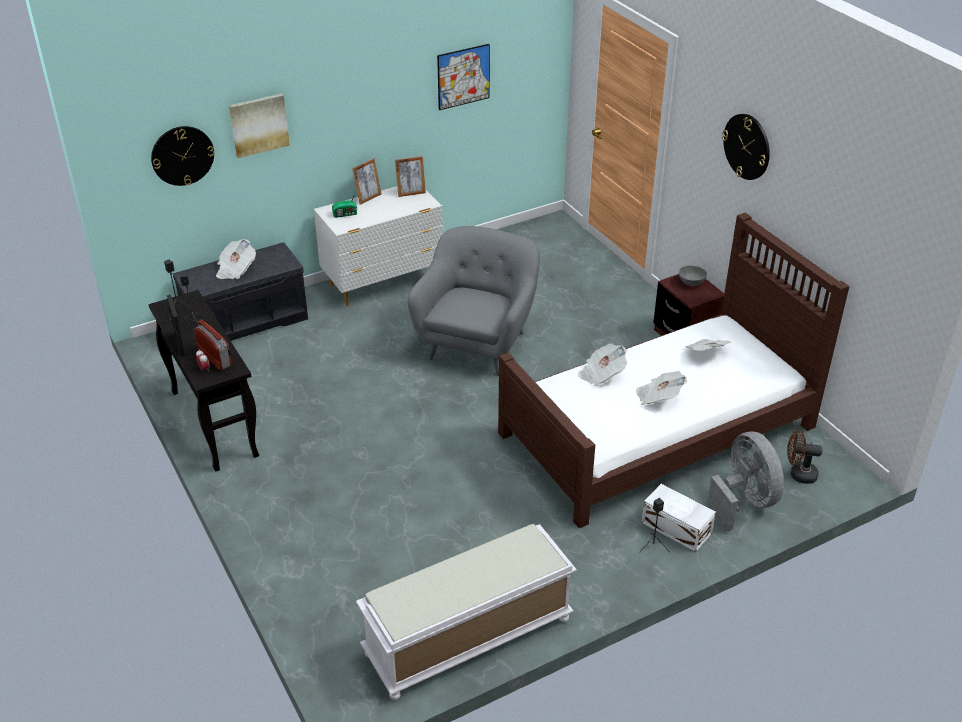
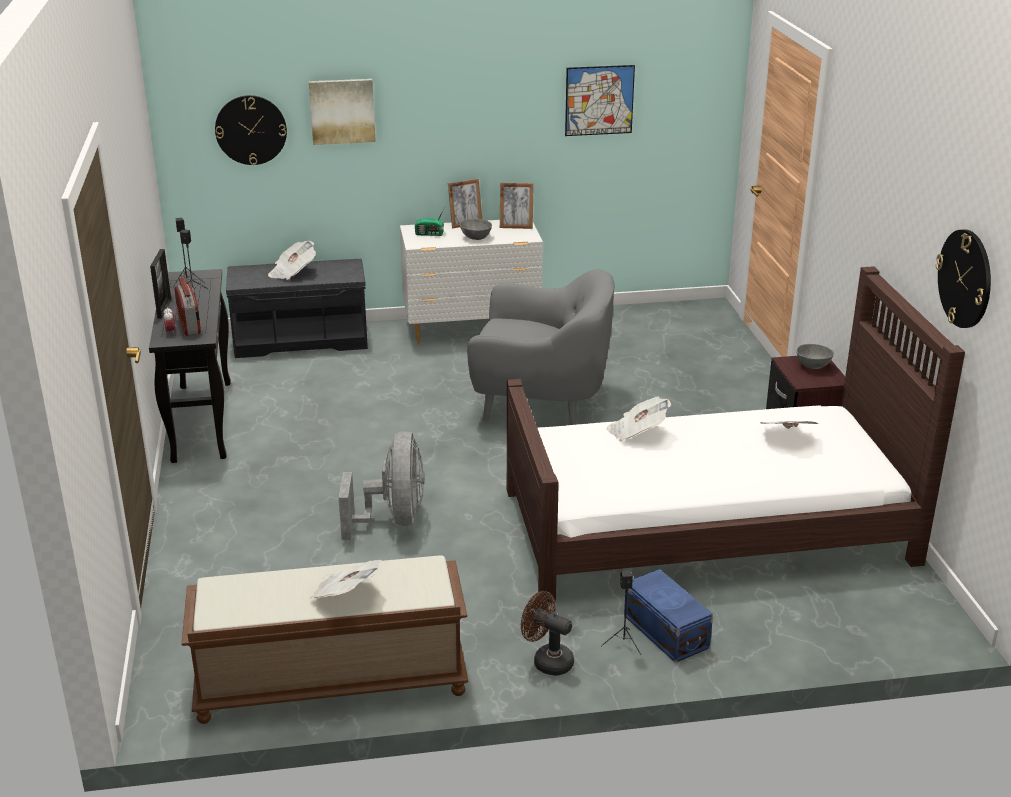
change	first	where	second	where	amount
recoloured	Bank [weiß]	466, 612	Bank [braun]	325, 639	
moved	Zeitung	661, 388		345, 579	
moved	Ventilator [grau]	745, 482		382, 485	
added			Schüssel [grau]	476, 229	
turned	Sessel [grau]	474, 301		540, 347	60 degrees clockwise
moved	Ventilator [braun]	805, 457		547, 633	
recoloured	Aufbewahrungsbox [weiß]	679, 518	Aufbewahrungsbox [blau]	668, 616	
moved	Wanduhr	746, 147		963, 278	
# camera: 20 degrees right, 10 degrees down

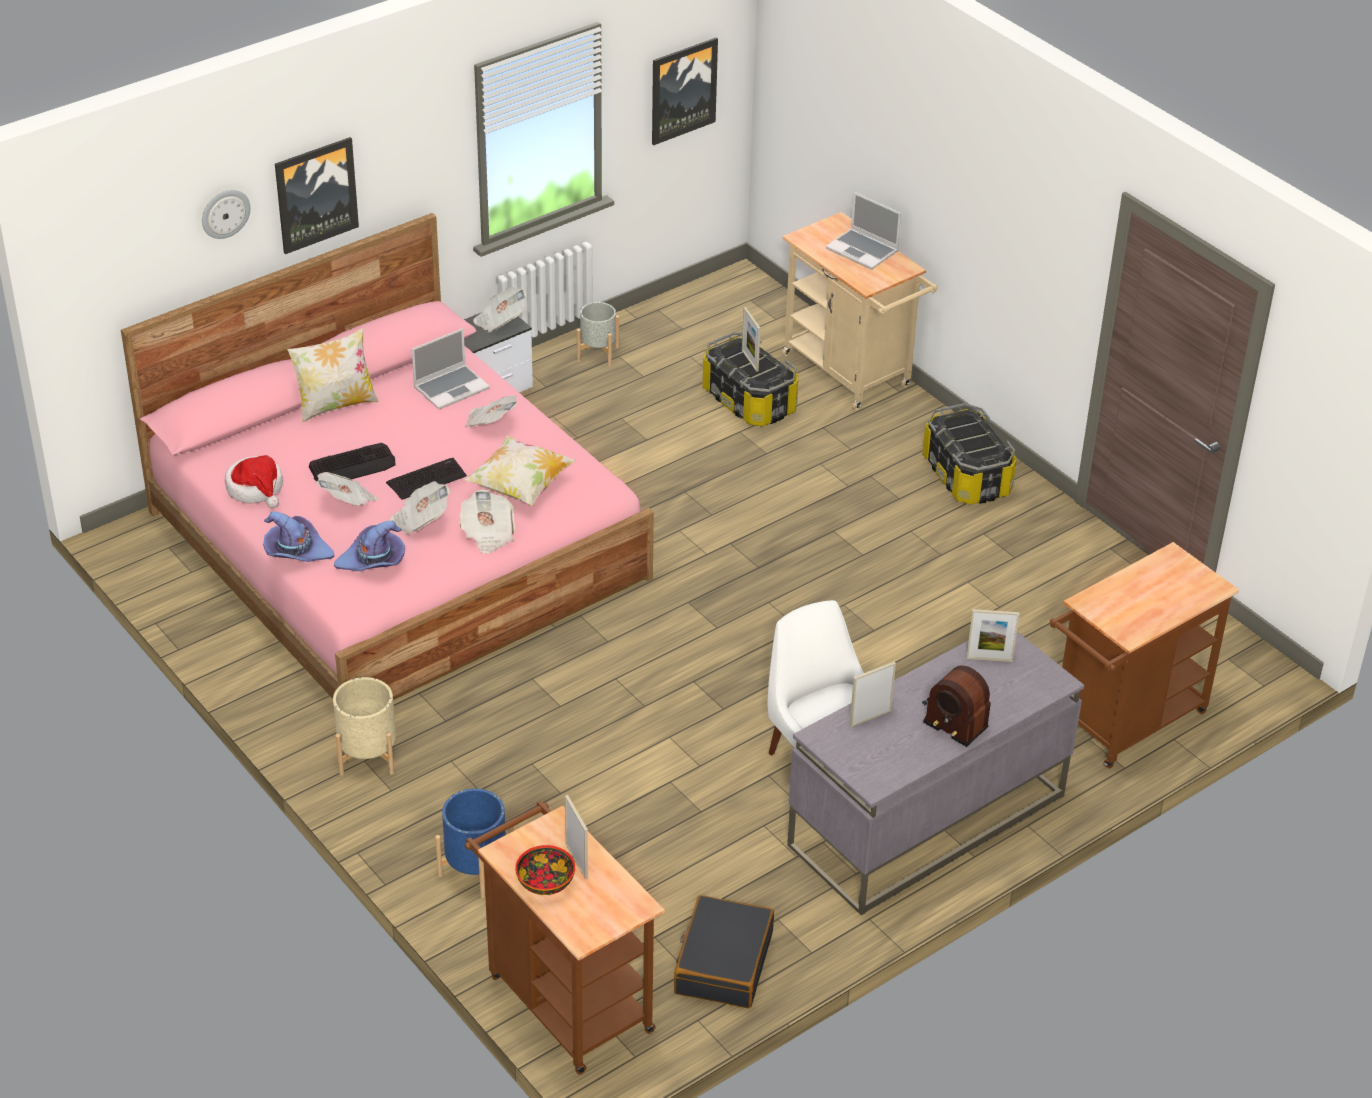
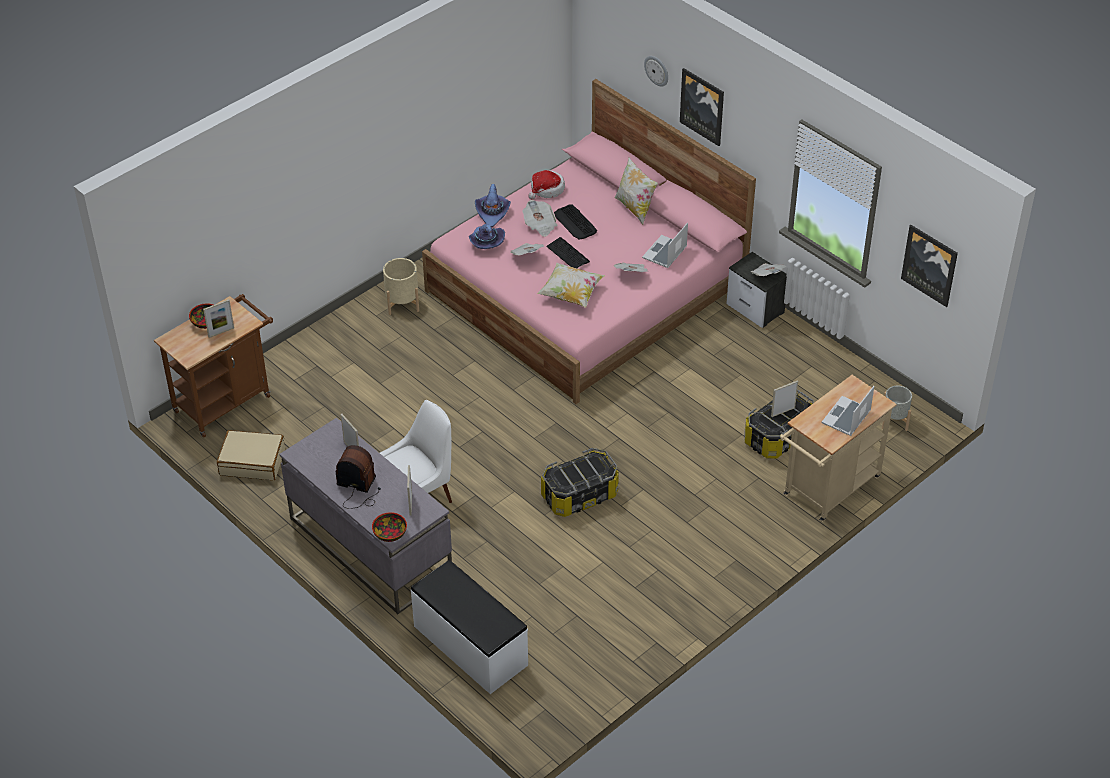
change	first	where	second	where	amount
recoloured	Koffer [schwarz]	724, 951	Koffer [beige]	251, 455	
turned	Radio	956, 706		358, 477	75 degrees clockwise
added			Schüssel	389, 527	
replaced	Rollwagen [braun]	1144, 655	Bank [weiß]	469, 627	
moved	Aufbewahrungsbox	969, 453		580, 482	
turned	Laptop	451, 368		665, 245	75 degrees clockwise
moved	Pflanzkübel [grau]	598, 334		897, 408	
removed	Pflanzkübel [blau]	474, 843			
removed	Zeitung	487, 521			
# camera: 85 degrees right, 5 degrees up

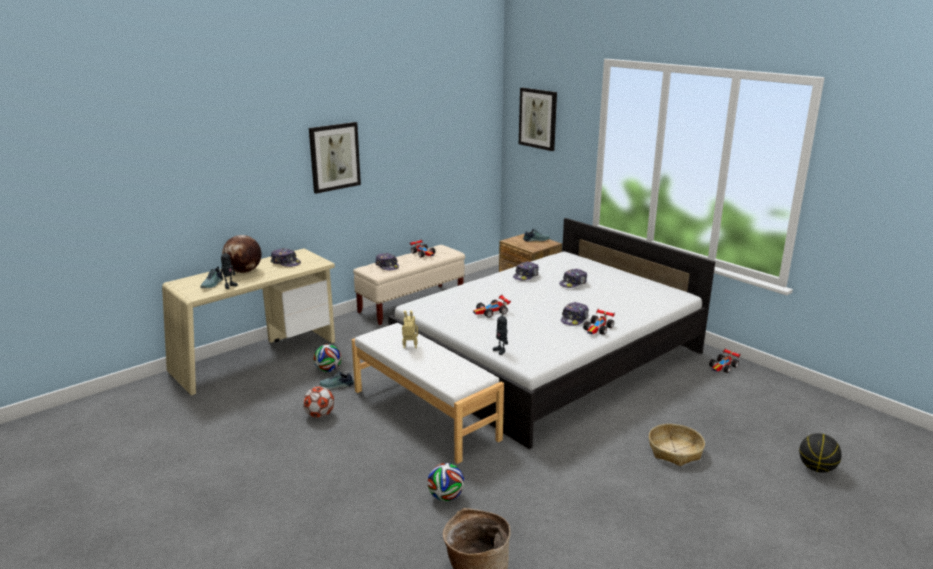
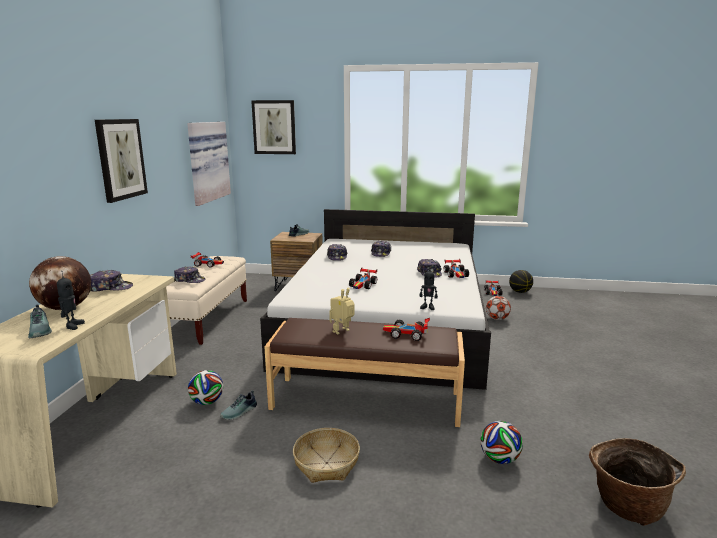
change	first	where	second	where	amount
added			Bild	209, 164	
recoloured	Bank [weiß]	428, 393	Bank [braun]	364, 372	
moved	Korb	677, 445		326, 455	
added			Spielzeugauto	406, 329	
moved	Fußball	318, 402		498, 308	
moved	Basketball	820, 453		521, 281	
# camera: 40 degrees left, 5 degrees down

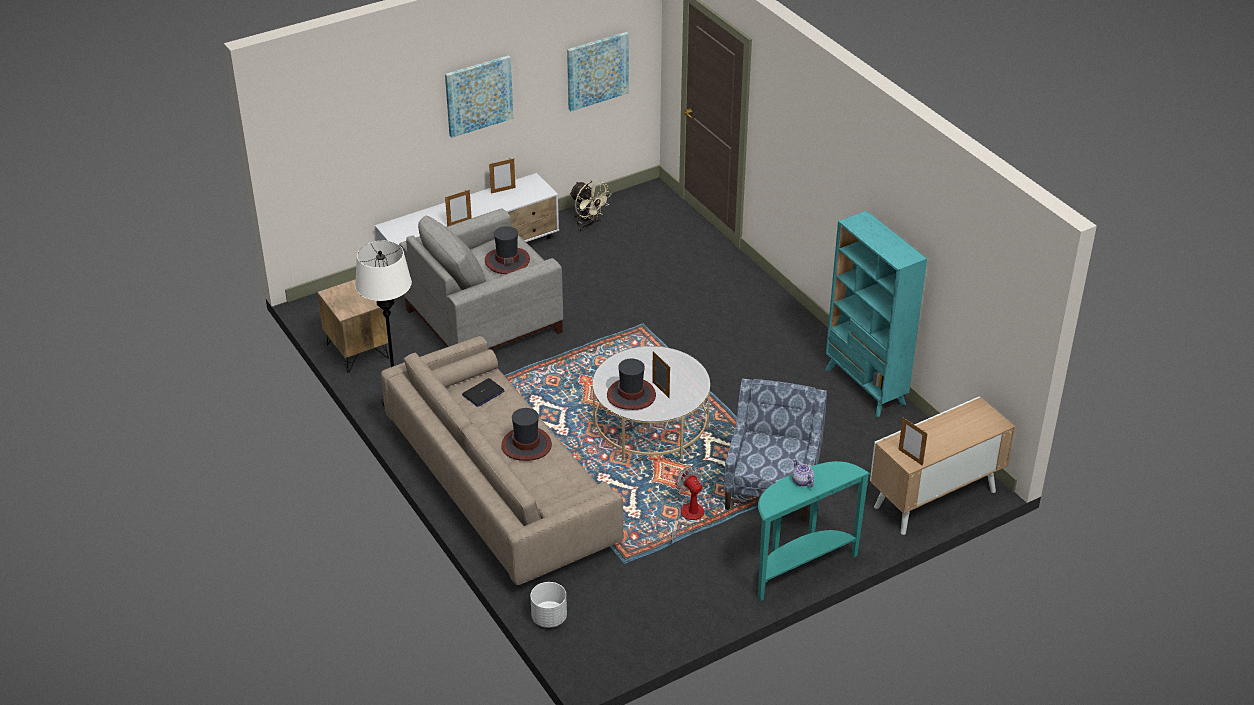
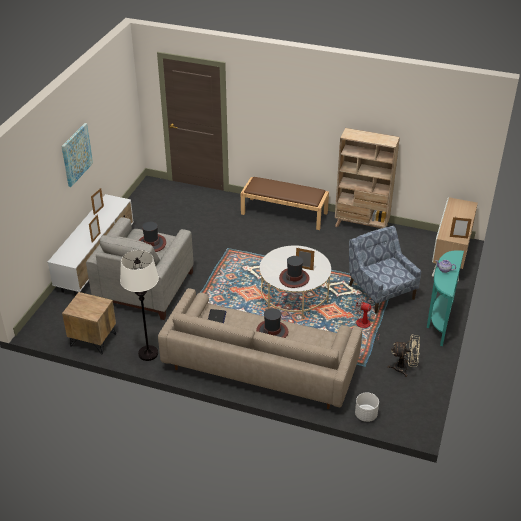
change	first	where	second	where	amount
added			Bank [braun]	284, 203	
recoloured	Bücherregal [türkis]	876, 314	Bücherregal [beige]	367, 178	
moved	Ventilator [beige]	590, 206		404, 355	
removed	Bild	598, 71			
# camera: 40 degrees left, 0 degrees up

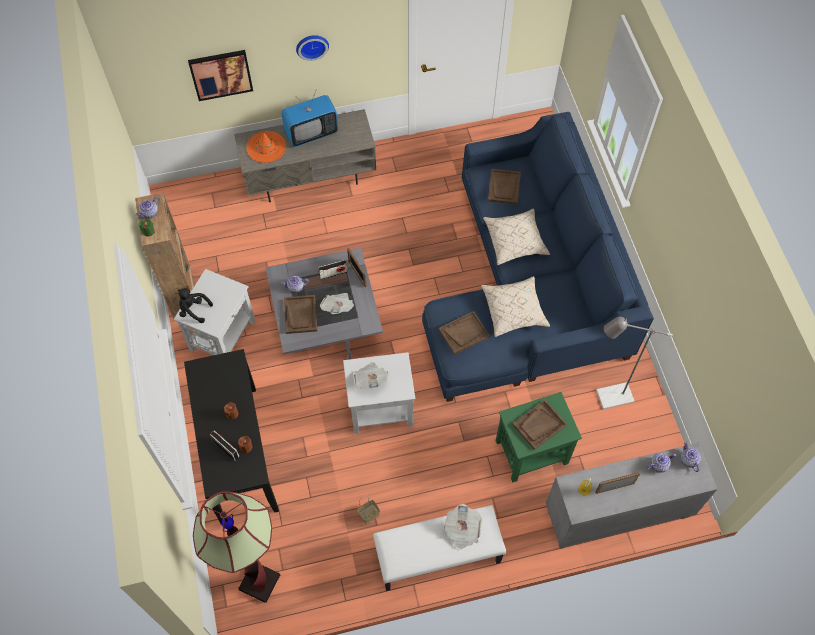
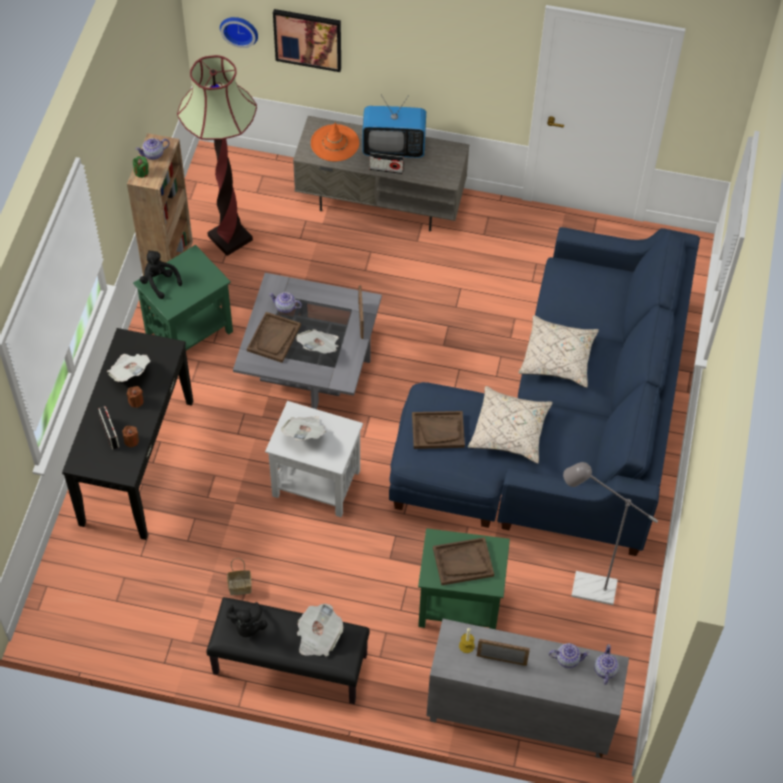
change	first	where	second	where	amount
added			Zeitung	128, 368	
recoloured	Beistelltisch [weiß]	214, 312	Beistelltisch [grün]	183, 297	
moved	Stehlampe	236, 547		217, 155	
recoloured	Bank [weiß]	439, 548	Bank [schwarz]	288, 650	
moved	Wanduhr	312, 48		239, 32	
added			Plüschtier [schwarz]	246, 619	
moved	Radio	333, 270		386, 163	
removed	Tablett [braun]	504, 187			
# camera: 25 degrees right, 5 degrees down

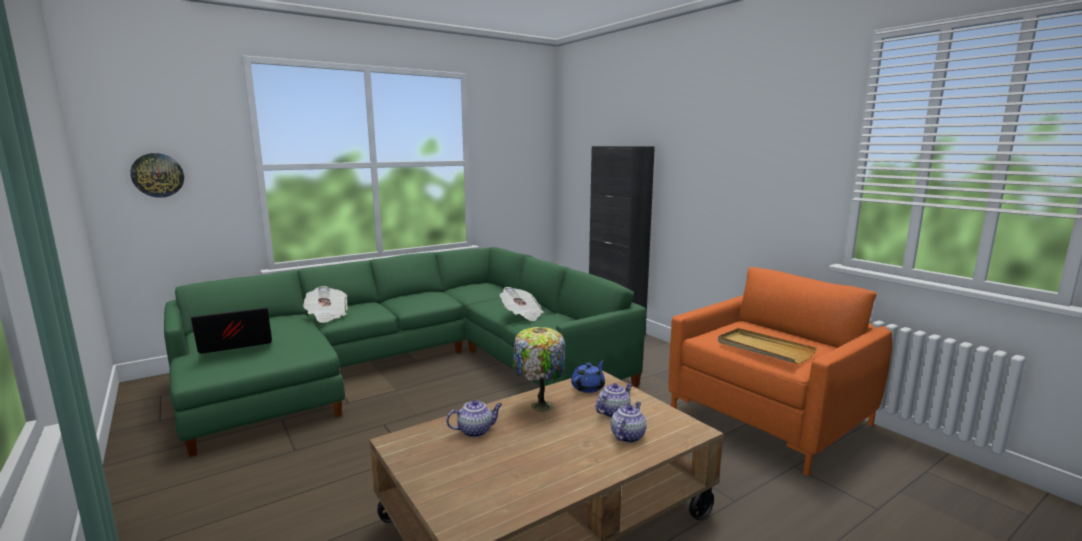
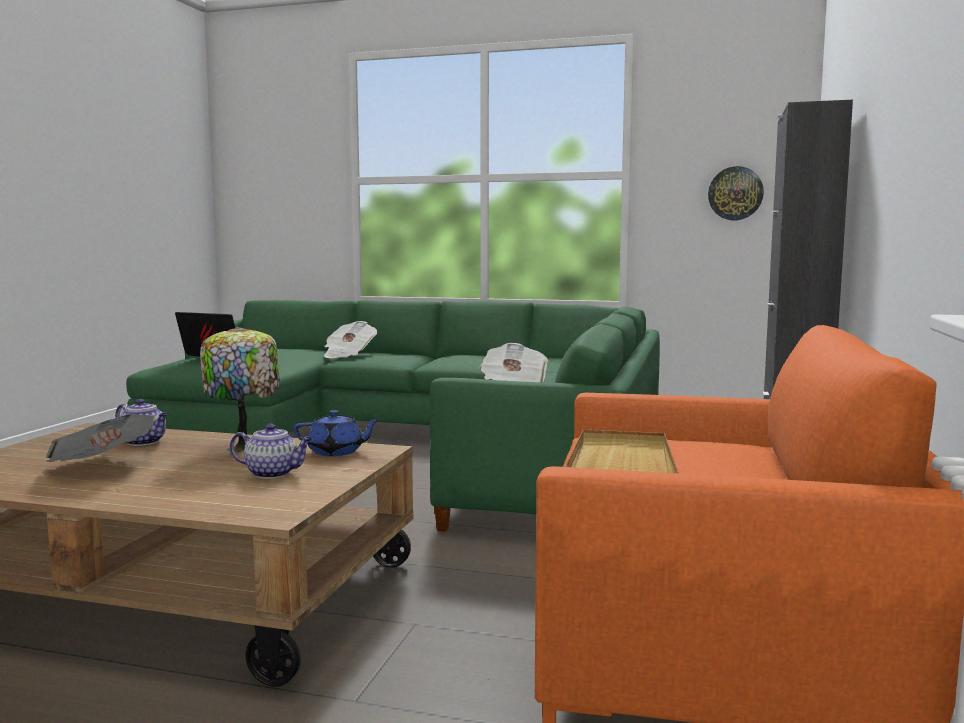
change	first	where	second	where	amount
added			Zeitung	100, 438	
moved	Wanduhr	157, 175		736, 193	
removed	Teekanne	629, 422			
# camera: 50 degrees right, 5 degrees down

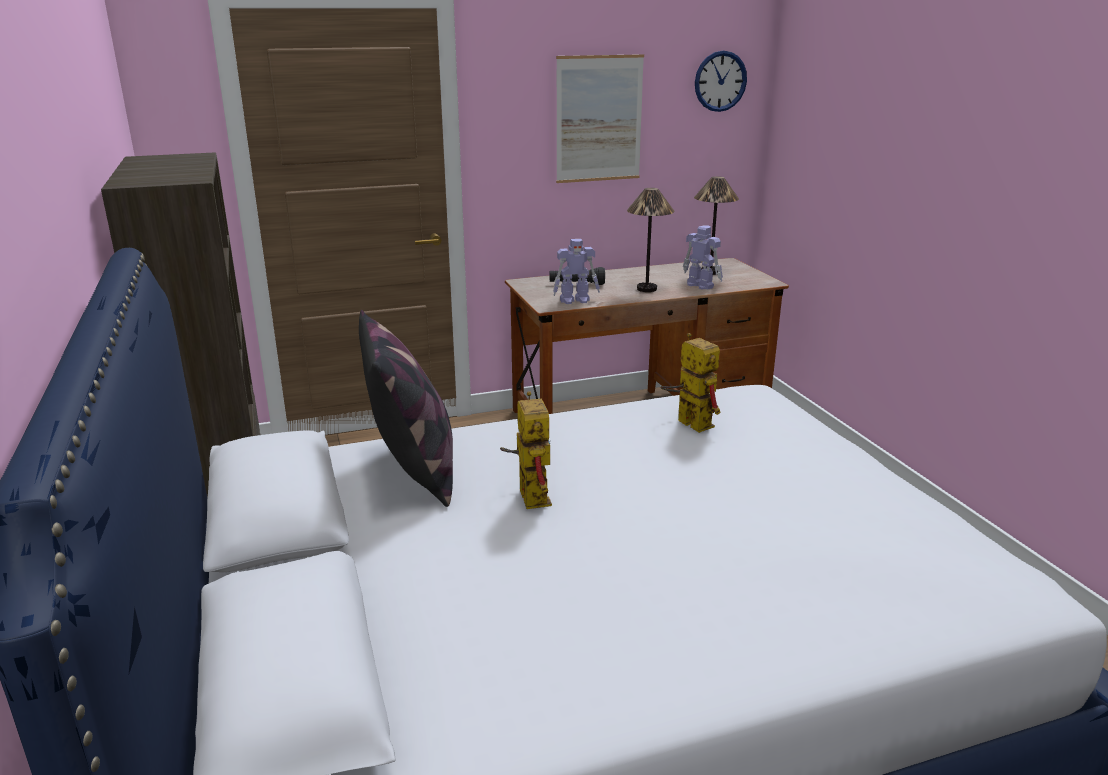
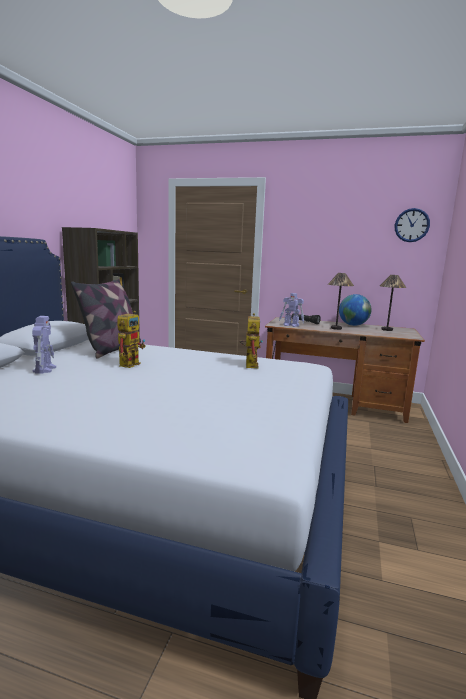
change	first	where	second	where	amount
moved	Spielzeugroboter	703, 258		44, 344	
added			Globus	355, 310	
removed	Bild	600, 118			
# camera: 35 degrees right, 10 degrees down

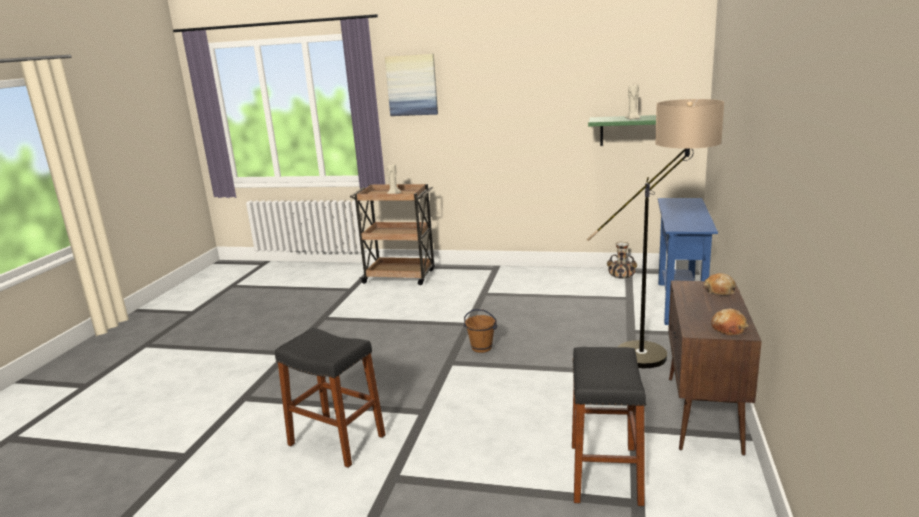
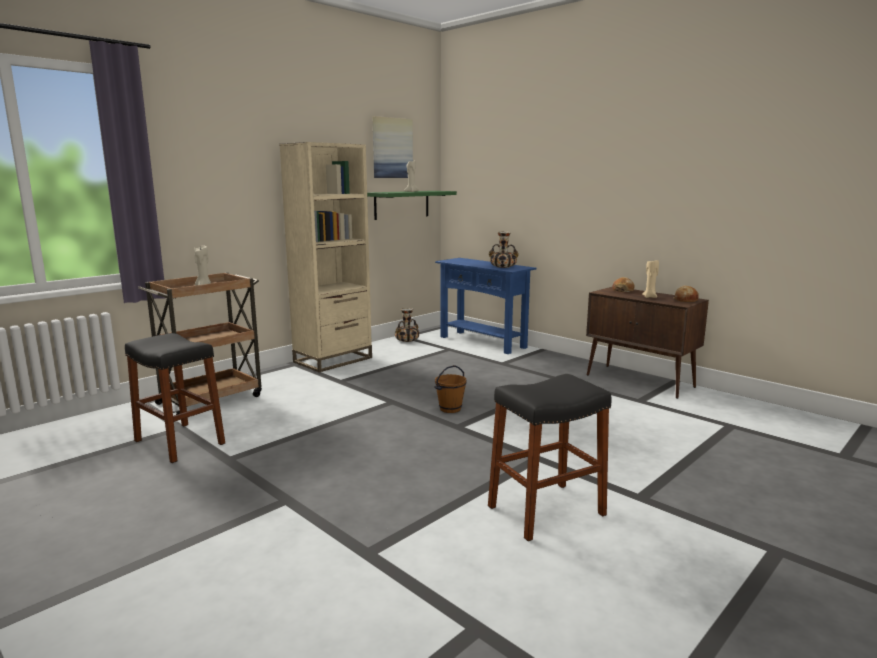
change	first	where	second	where	amount
moved	Hocker [schwarz]	609, 426		175, 398	
added			Bücherregal [beige]	325, 257	
moved	Bild	411, 85		393, 147	
added			Vase	504, 250	
added			Kerze [beige]	650, 279	
removed	Stehlampe	655, 233			
# camera: 60 degrees left, 5 degrees down

